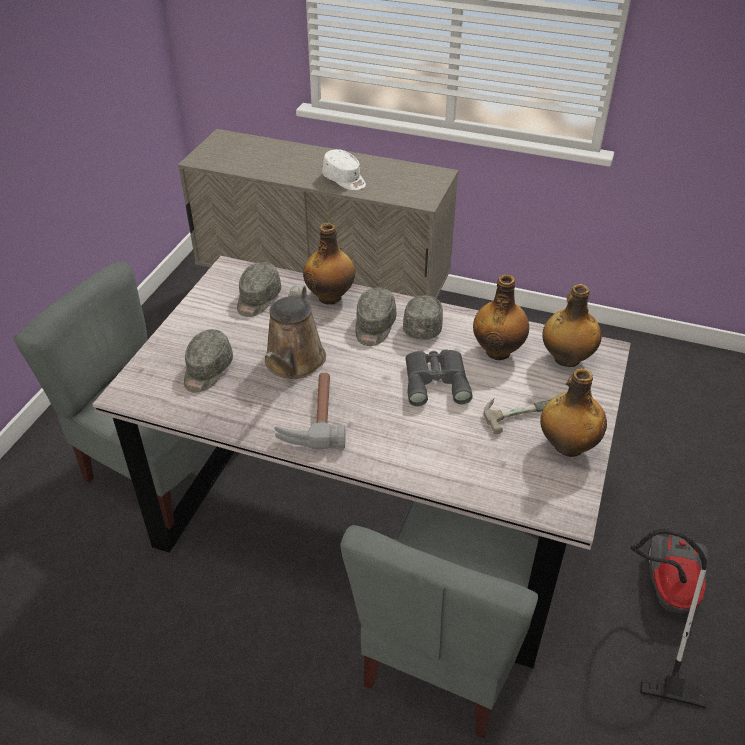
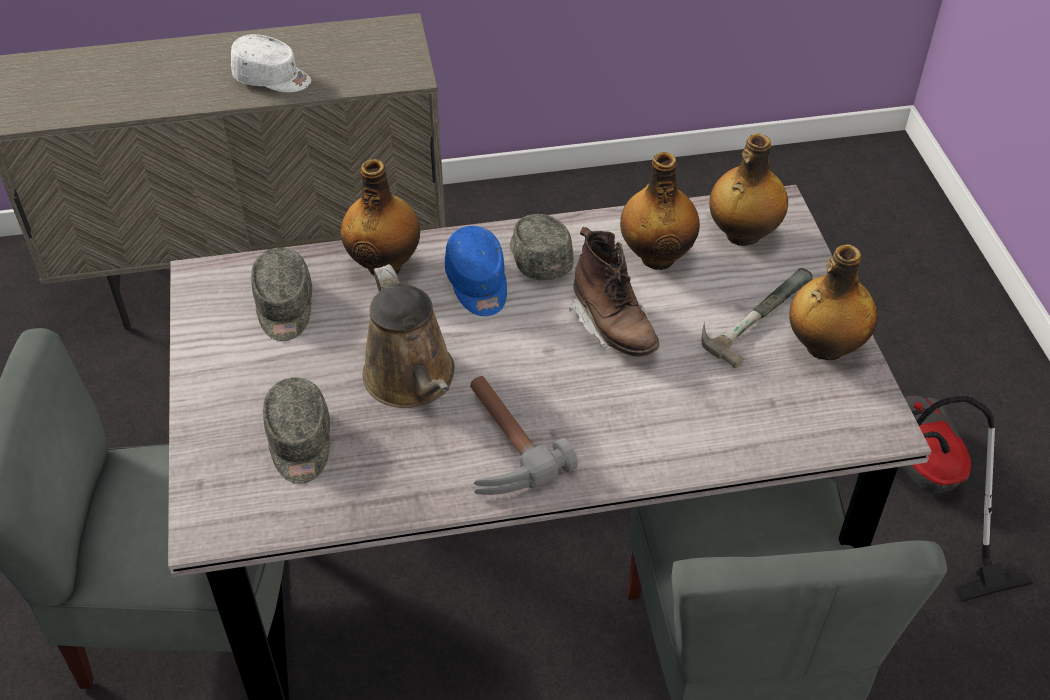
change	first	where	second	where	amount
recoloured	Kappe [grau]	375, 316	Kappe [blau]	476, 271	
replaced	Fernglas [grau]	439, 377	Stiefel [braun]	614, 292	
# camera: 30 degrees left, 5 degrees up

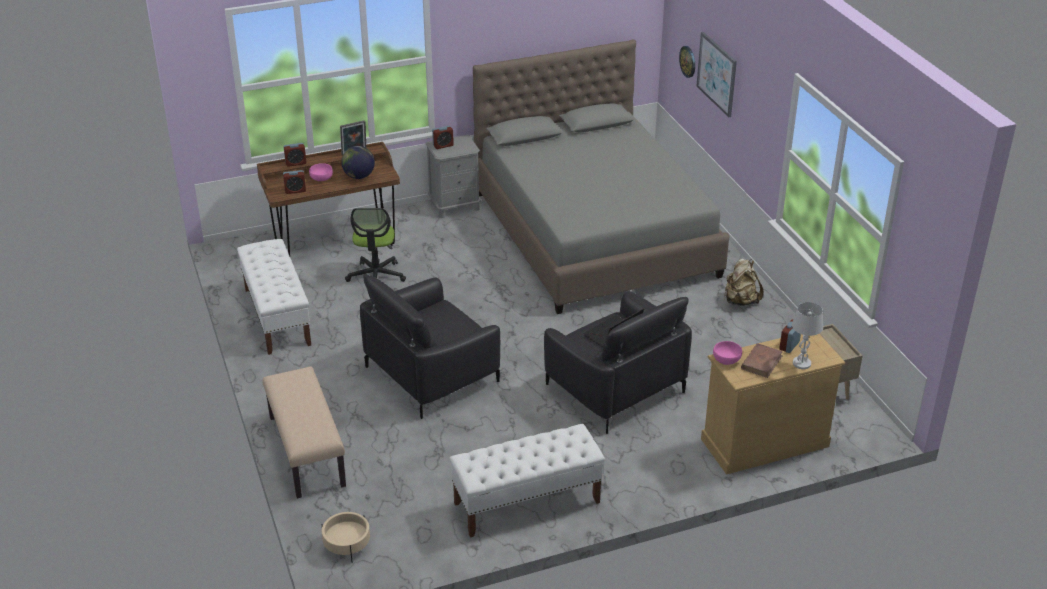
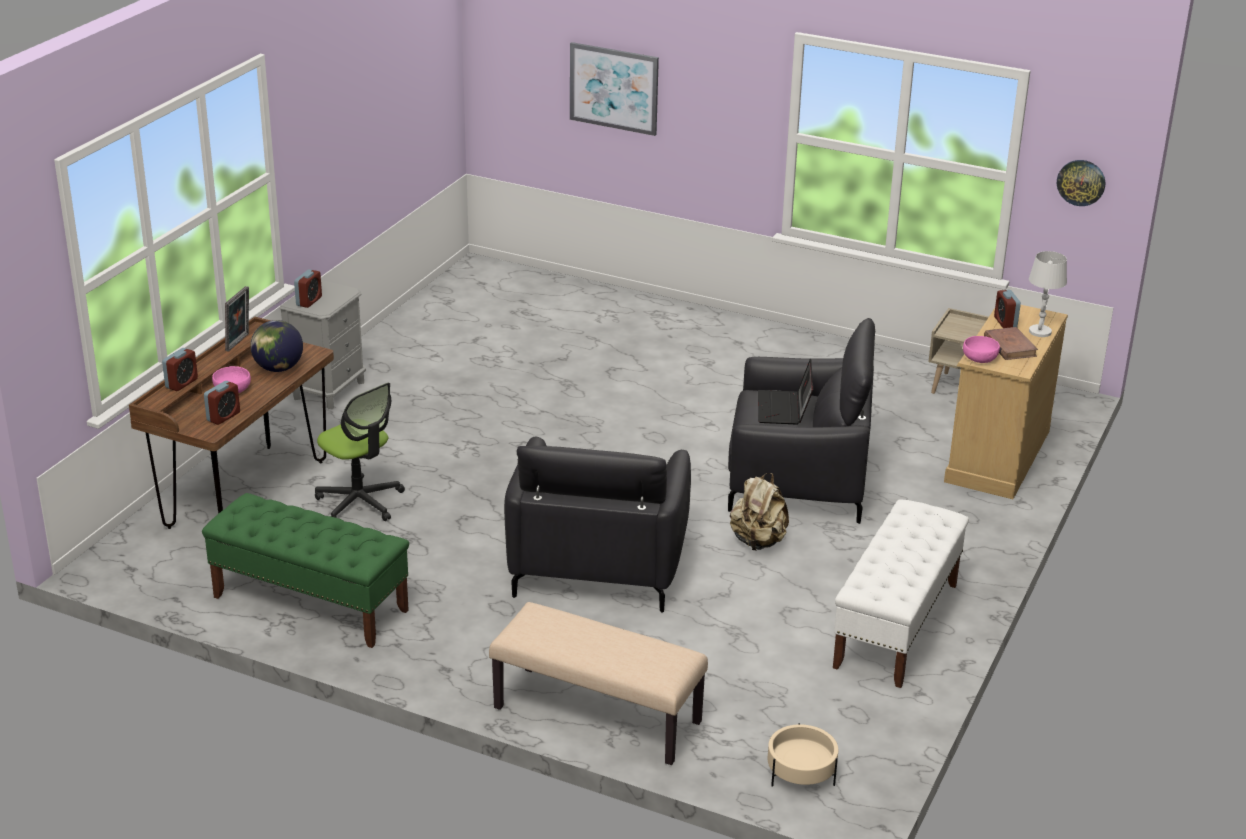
change	first	where	second	where	amount
recoloured	Bank [weiß]	274, 297	Bank [grün]	305, 570	
moved	Rucksack [beige]	743, 282		759, 512	
moved	Wanduhr	687, 62		1081, 183	
removed	Bett [grau]	601, 177			
# camera: 45 degrees left, 5 degrees down

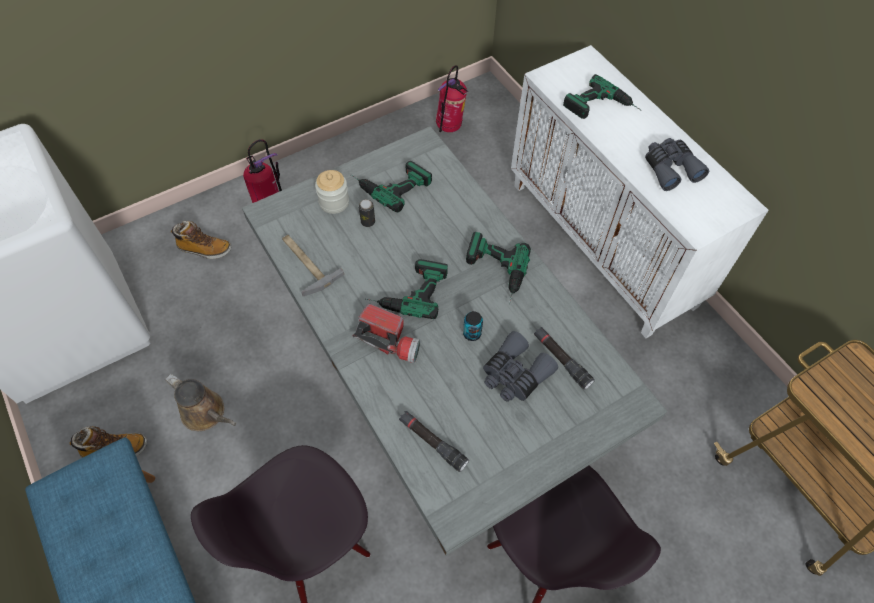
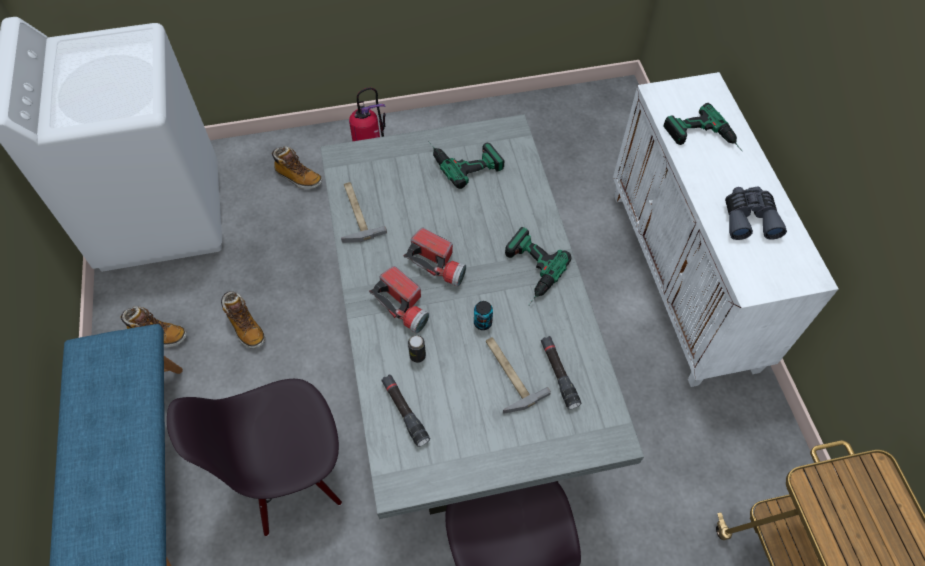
change	first	where	second	where	amount
replaced	Gießkanne [braun]	200, 402	Stiefel	243, 320	
replaced	Bohrmaschine	406, 289	Taschenlampe	435, 257	
moved	Dose	367, 213		417, 349	
replaced	Fernglas [grau]	520, 366	Hammer	518, 375	
removed	Vorratsglas	332, 192			
removed	Feuerlöscher	452, 98			
# camera: 20 degrees right, 0 degrees up

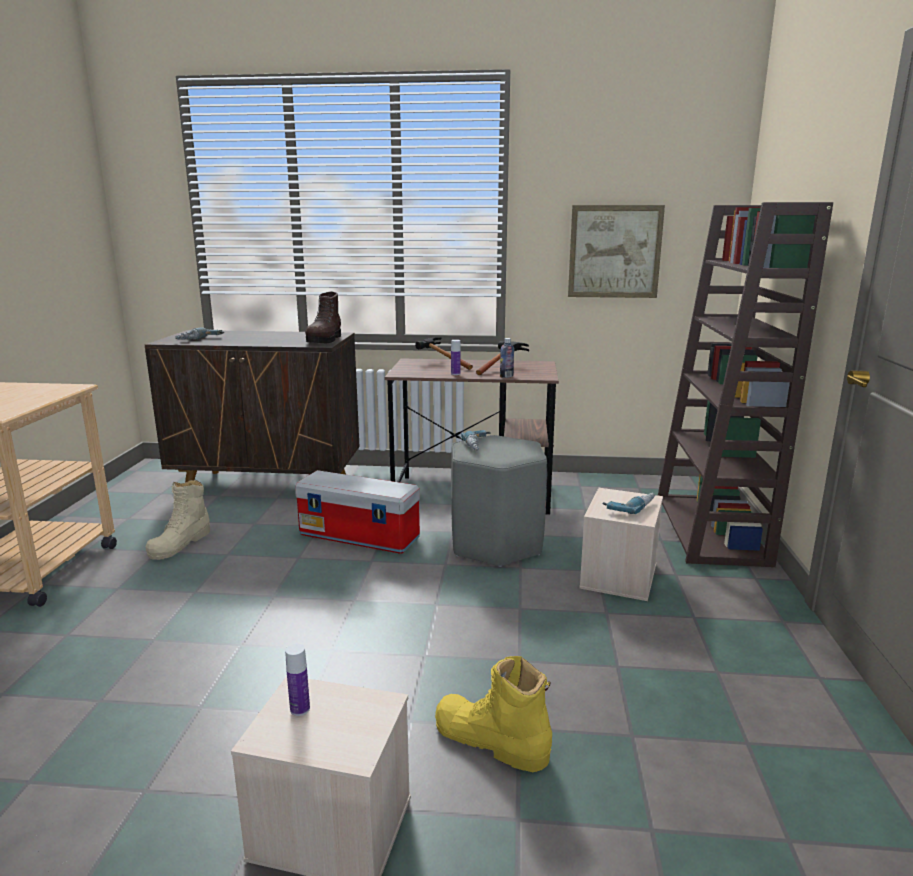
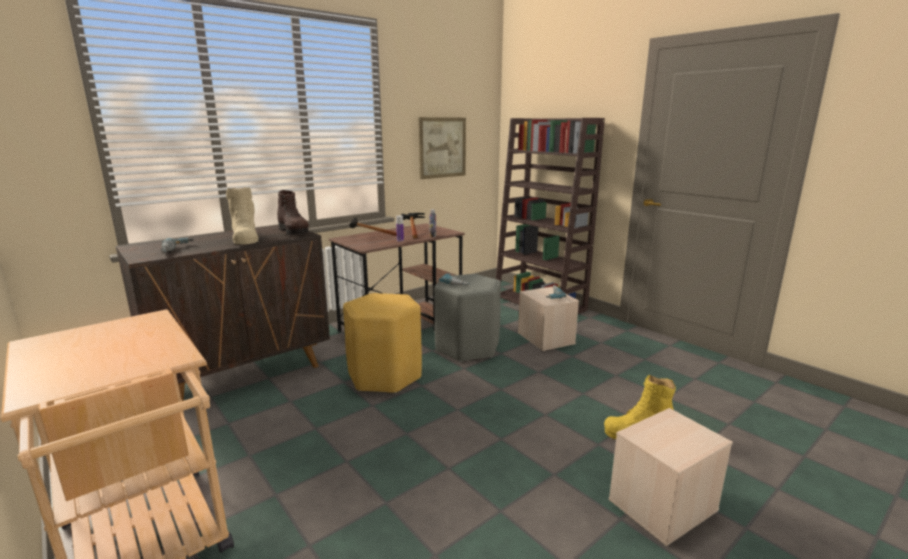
change	first	where	second	where	amount
moved	Stiefel [beige]	178, 520		242, 216	
replaced	Aufbewahrungsbox	357, 512	Hocker [gelb]	382, 343	
removed	Flasche	297, 680			
# camera: 45 degrees left, 0 degrees up

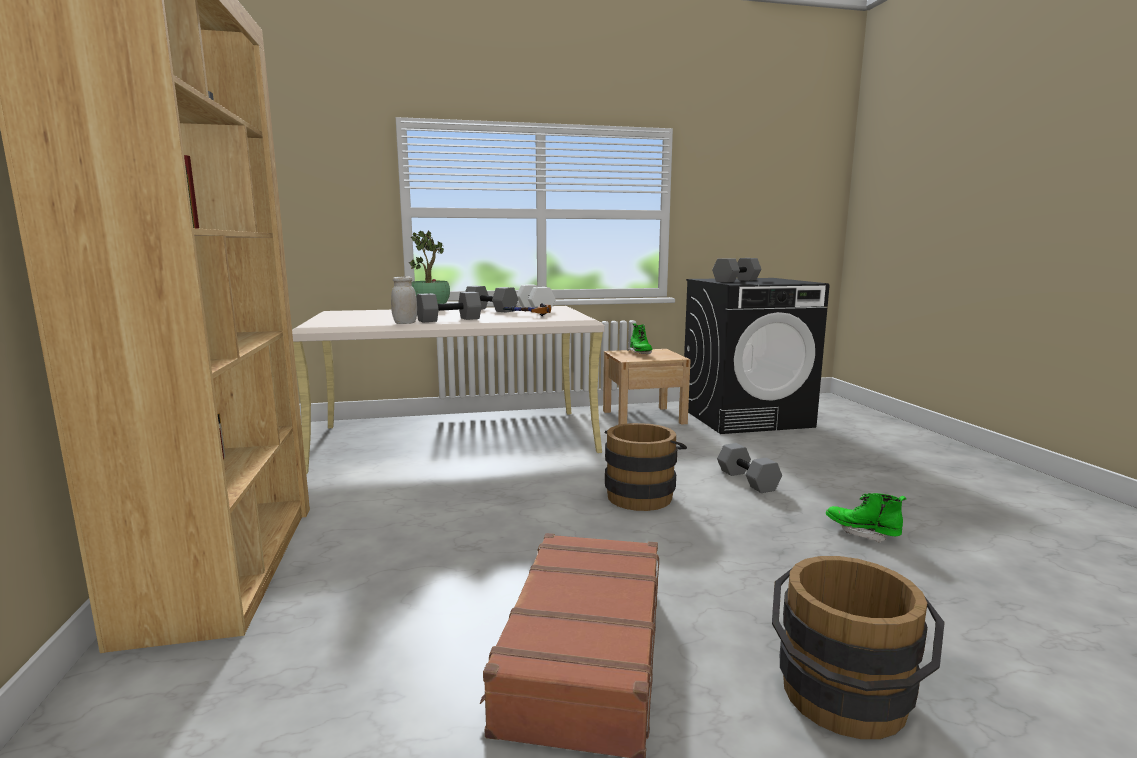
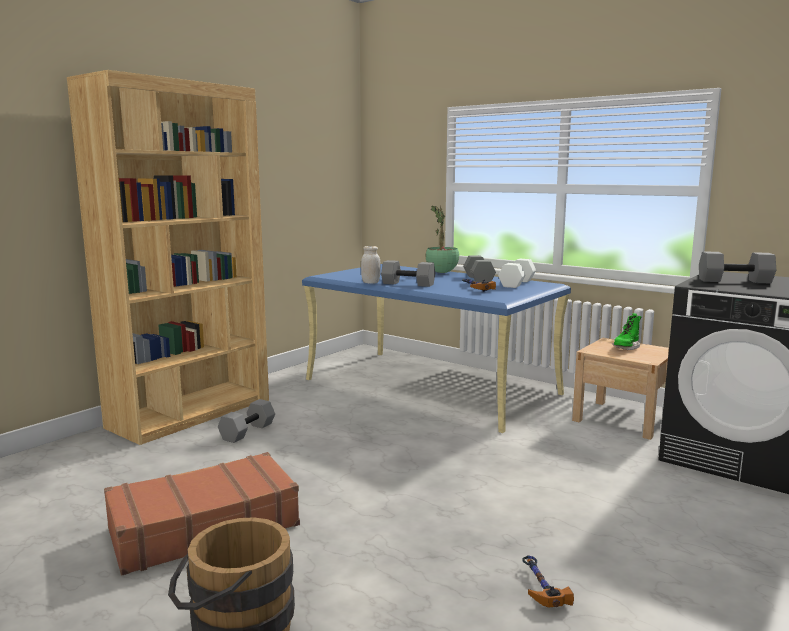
change	first	where	second	where	amount
moved	Hantel [grau]	749, 468		246, 421	
recoloured	Schreibtisch [beige]	448, 390	Schreibtisch [blau]	436, 348	
replaced	Stiefel [grün]	866, 518	Hammer	548, 581	
removed	Eimer [braun]	646, 467			
# camera: 50 degrees right, 0 degrees up

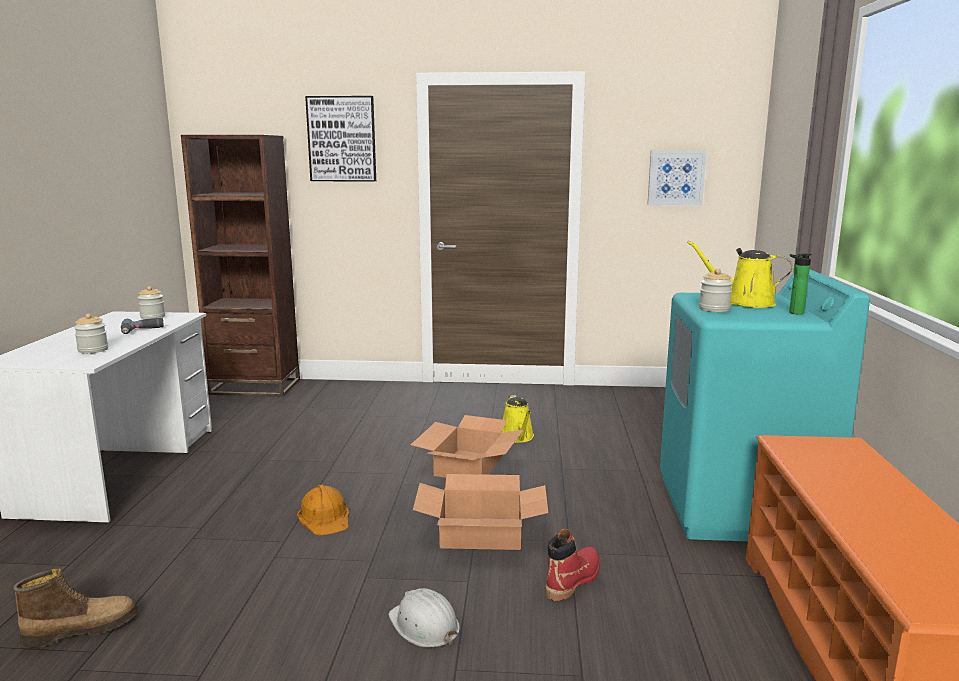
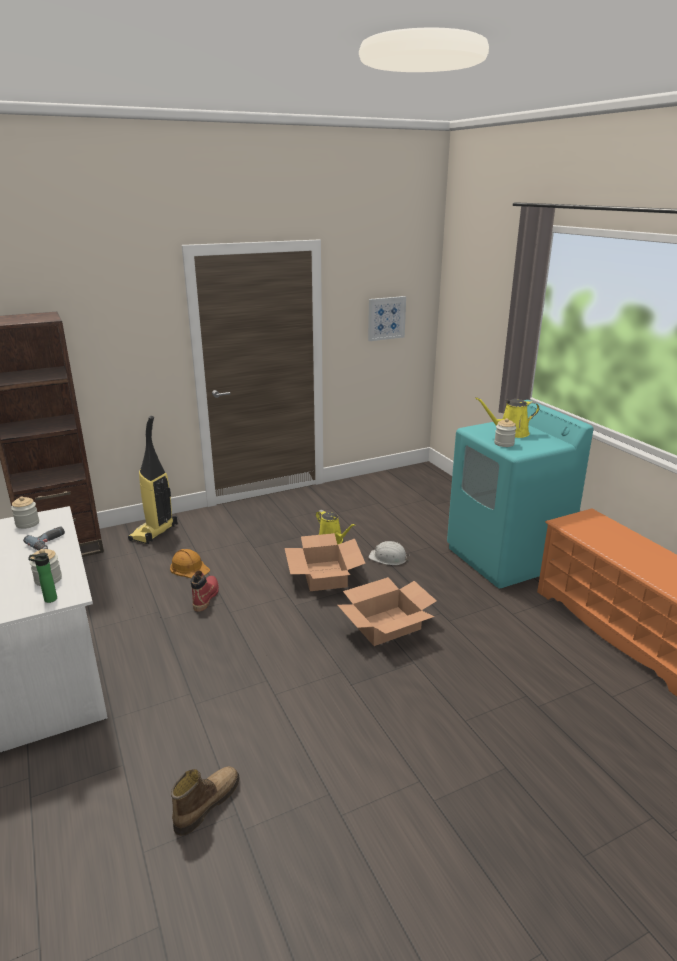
change	first	where	second	where	amount
moved	Flasche	800, 284		42, 578	
added			Staubsauger	153, 480	
moved	Schutzhelm [orange]	323, 509		190, 563	
moved	Stiefel [rot]	572, 565		205, 591	
moved	Schutzhelm [weiß]	424, 617		389, 553	
removed	Bild	340, 139			
# camera: 30 degrees left, 10 degrees up

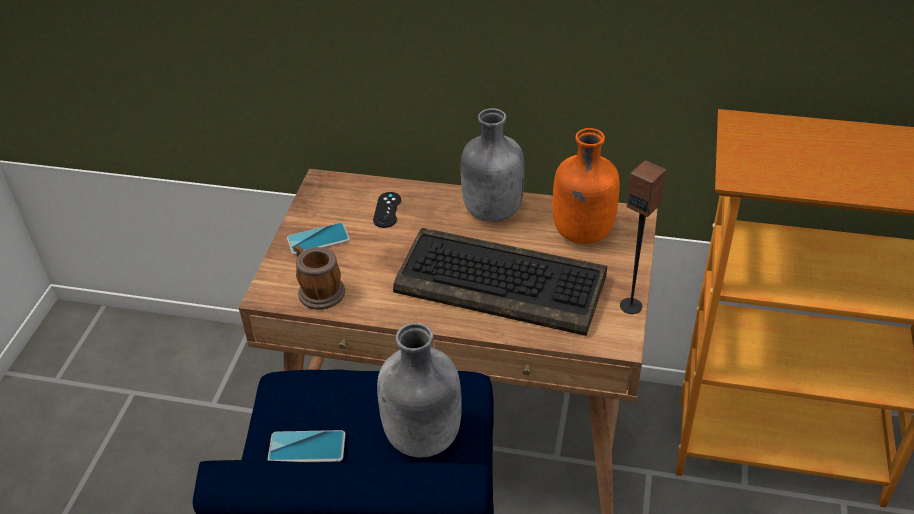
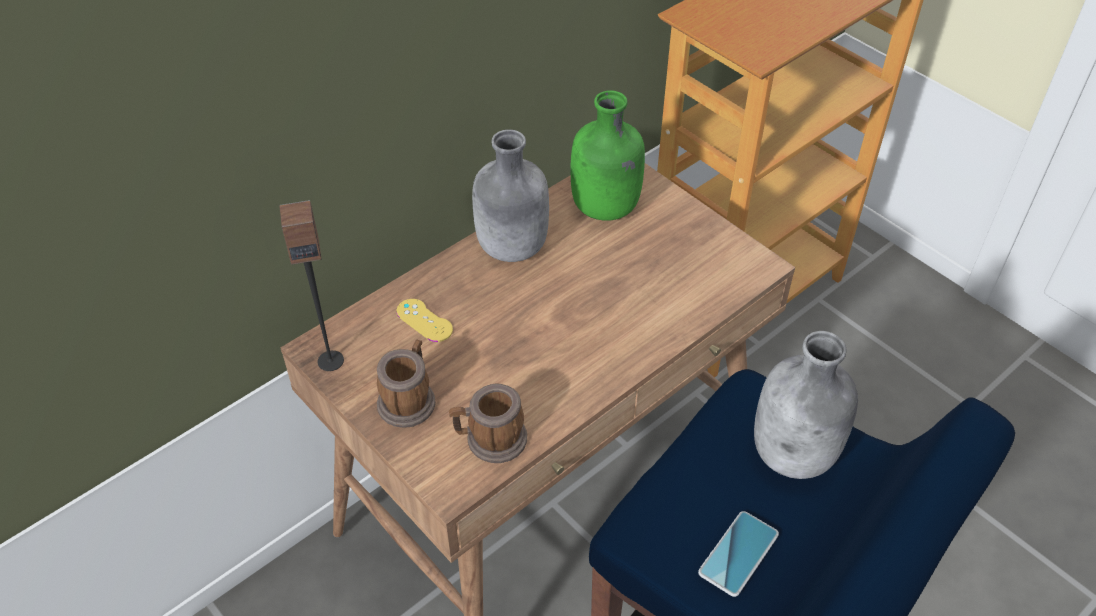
change	first	where	second	where	amount
moved	Lautsprecher	643, 237		311, 285	
replaced	Handy	318, 239	Henkelbecher	406, 384	
recoloured	Gamepad [schwarz]	387, 210	Gamepad [gelb]	424, 320	
recoloured	Flasche [orange]	586, 186	Flasche [grün]	608, 155	
removed	Tastatur	500, 282			
# camera: 55 degrees left, 5 degrees up

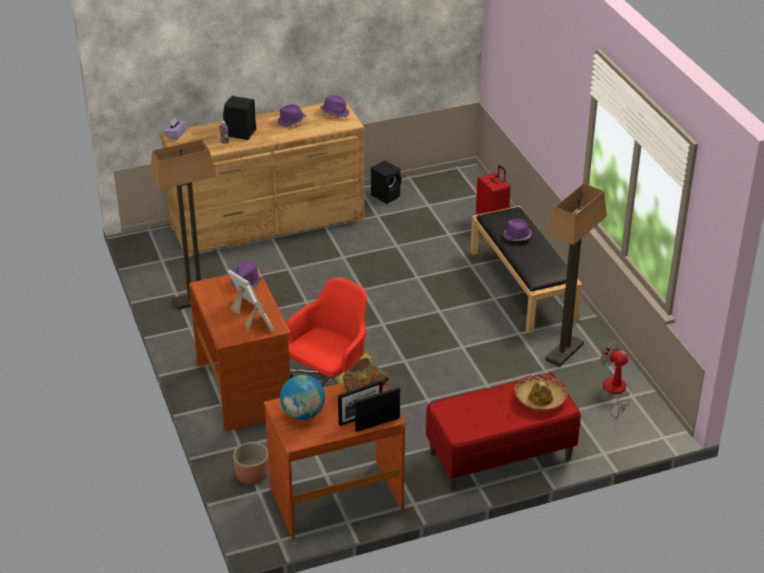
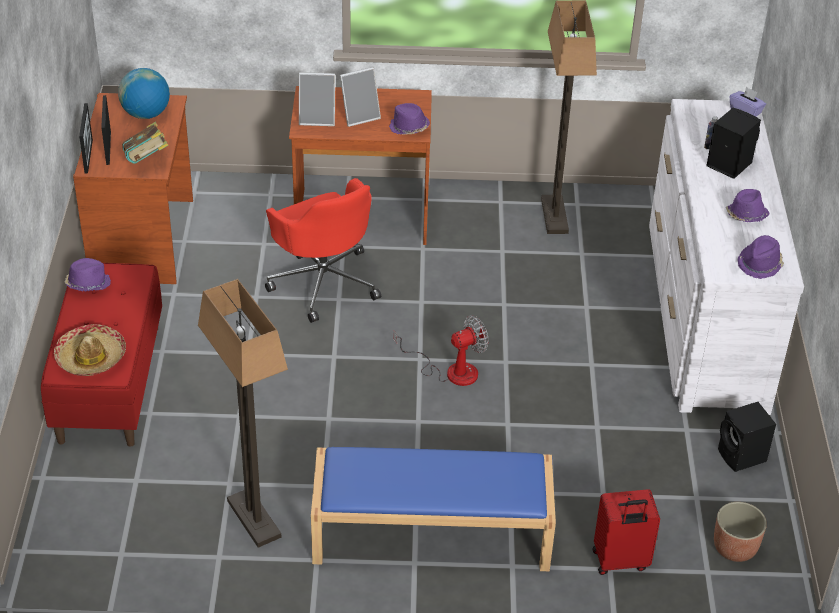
change	first	where	second	where	amount
moved	Hut [lila]	517, 230		88, 275	
recoloured	Bank [schwarz]	526, 269	Bank [blau]	433, 509	
moved	Ventilator	615, 379		441, 350	
recoloured	Kommode [braun]	262, 178	Kommode [weiß]	726, 257	
moved	Pflanzkübel	251, 463		740, 532	
# camera: 110 degrees right, 5 degrees up

